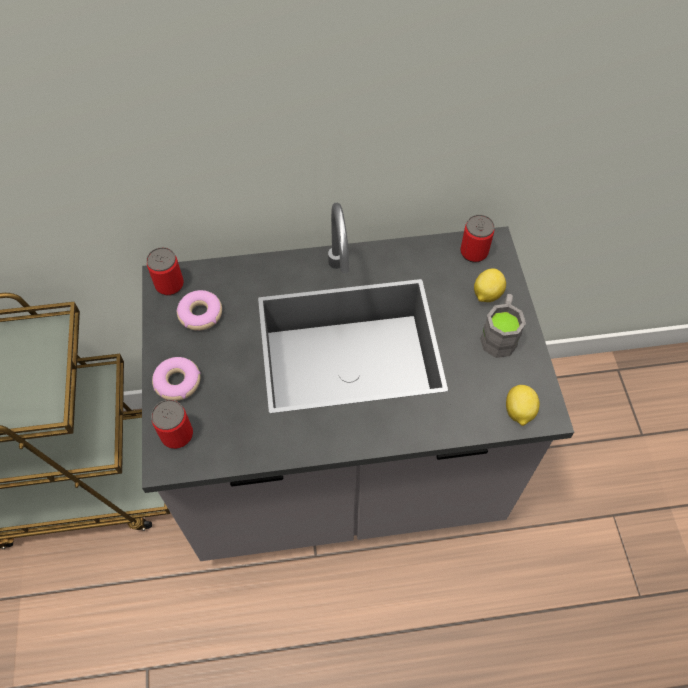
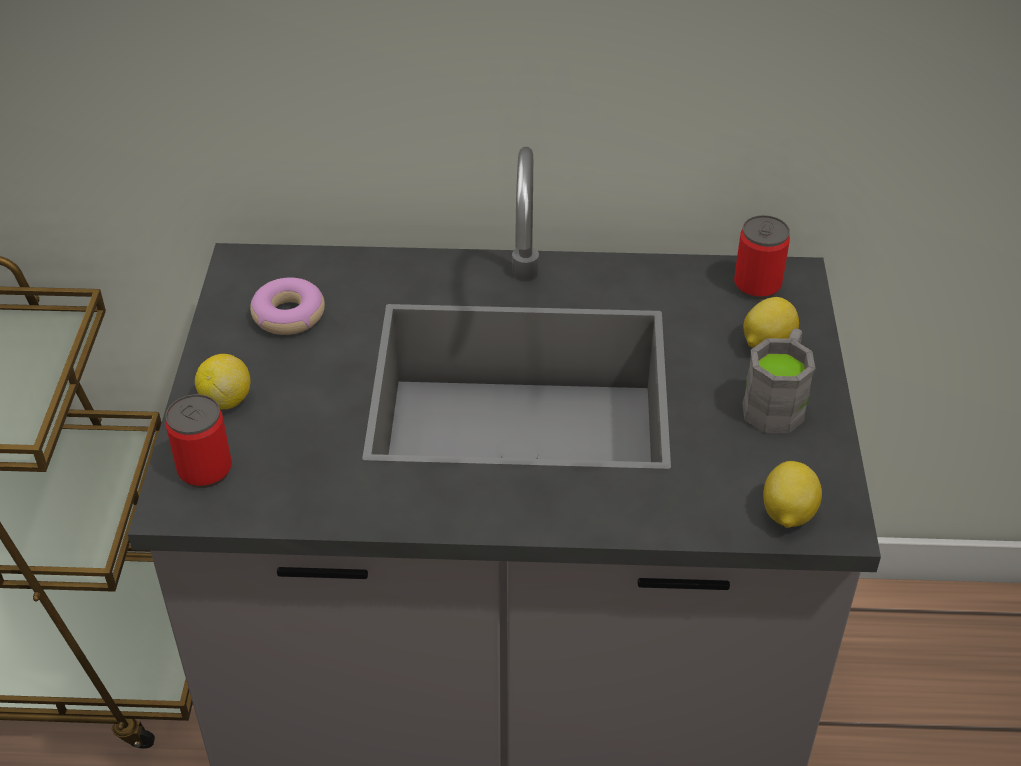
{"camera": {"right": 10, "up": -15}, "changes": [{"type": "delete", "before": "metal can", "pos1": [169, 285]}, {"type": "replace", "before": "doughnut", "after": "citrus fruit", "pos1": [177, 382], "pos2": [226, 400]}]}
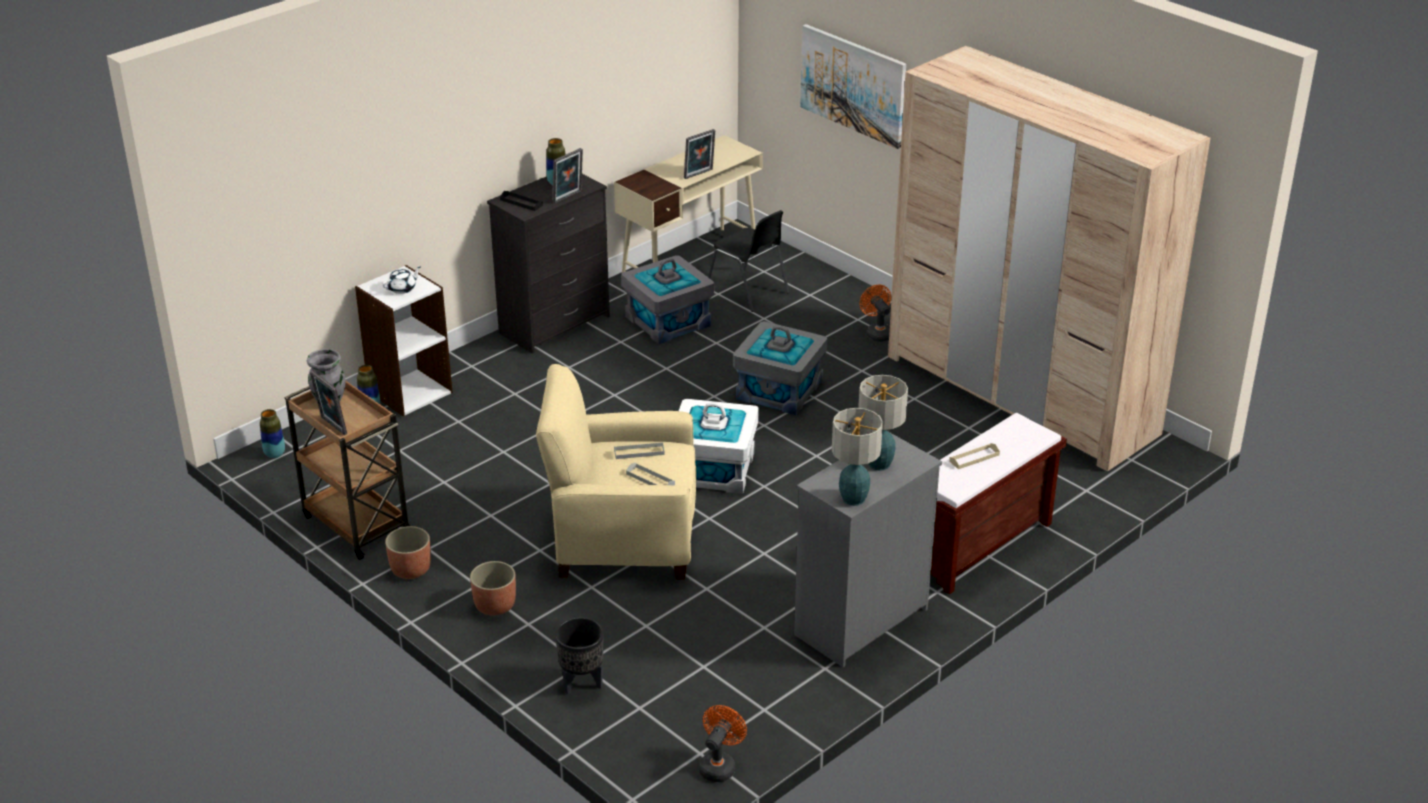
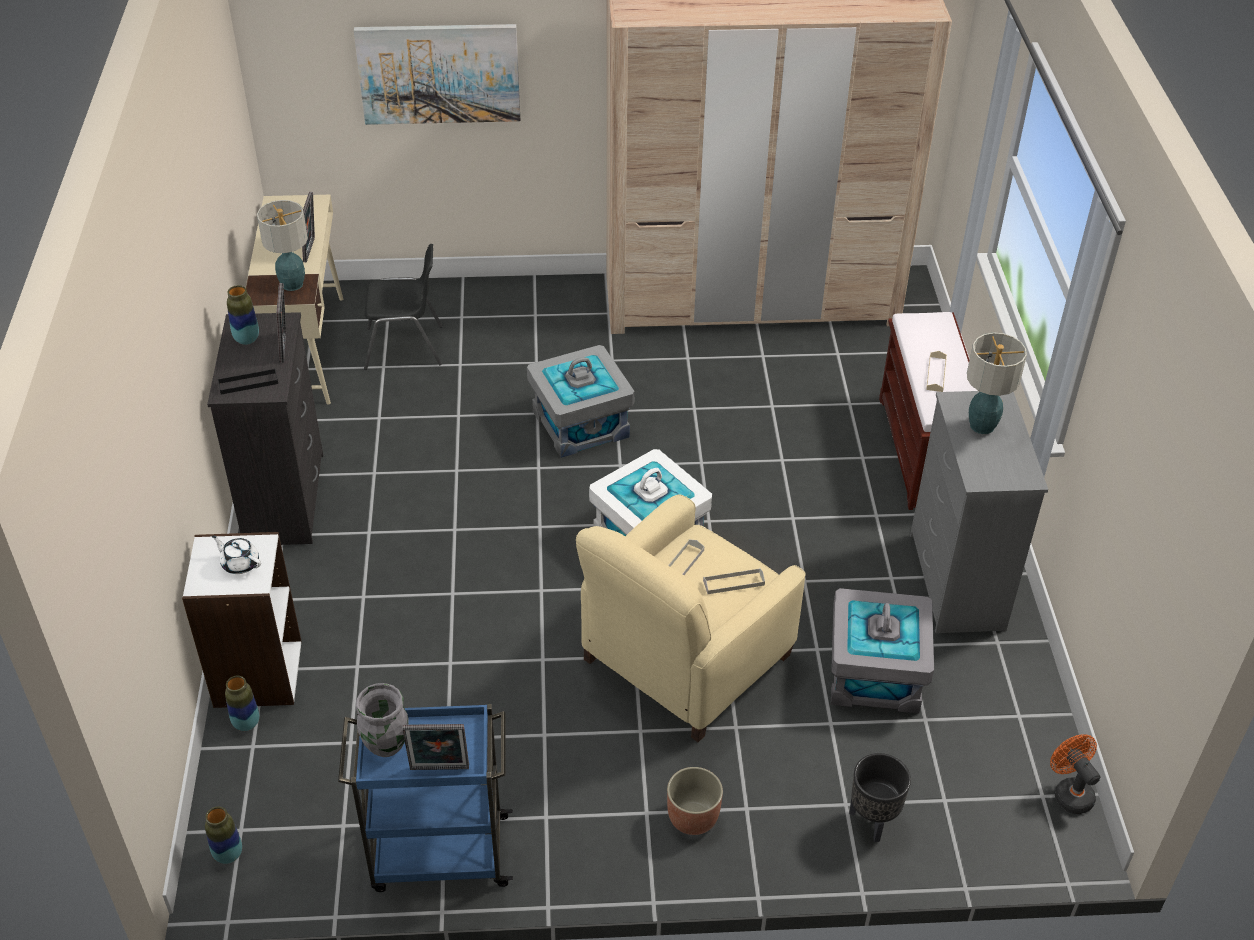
{"camera": {"right": -50, "up": 10}, "changes": [{"type": "move", "before": "storage bin/grey", "pos1": [667, 321], "pos2": [874, 674]}, {"type": "rotate", "before": "teapot/white-coloured", "pos1": [402, 288], "pos2": [240, 563], "turn": -60}, {"type": "delete", "before": "fan/orange-coloured", "pos1": [877, 333]}, {"type": "recolor", "before": "trolley/brown", "after": "trolley/blue-coloured", "pos1": [355, 523], "pos2": [437, 853]}, {"type": "move", "before": "table lamp", "pos1": [853, 499], "pos2": [292, 285]}, {"type": "delete", "before": "plant pot", "pos1": [410, 569]}]}
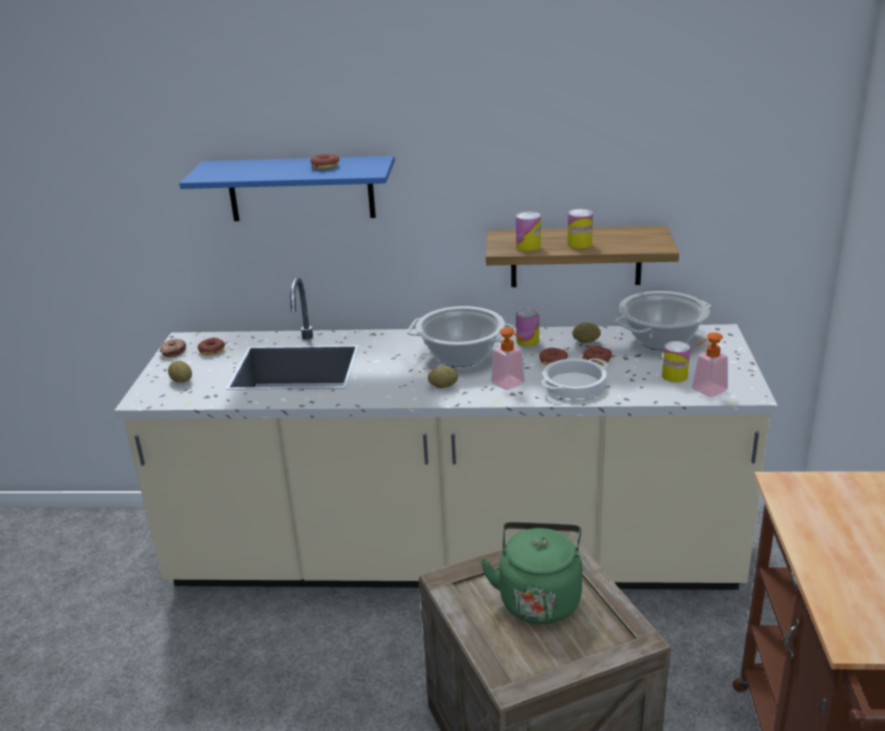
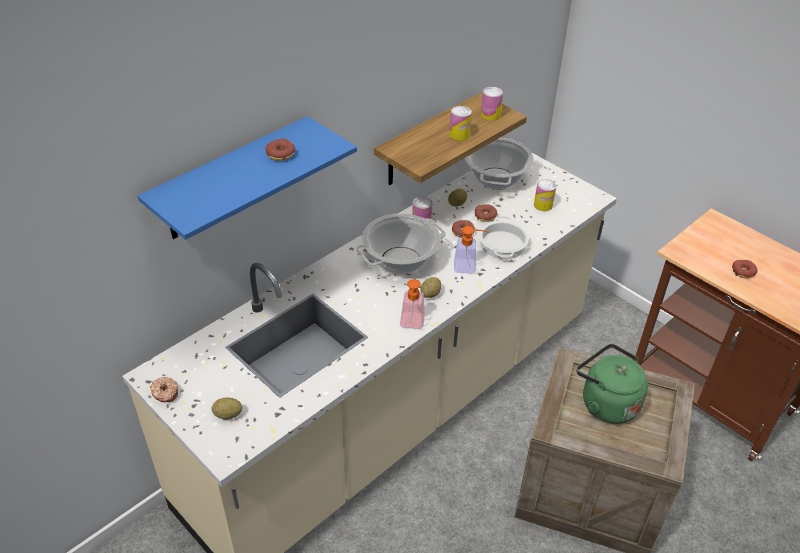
{"camera": {"right": -50, "up": 15}, "changes": [{"type": "move", "before": "metal can", "pos1": [528, 246], "pos2": [490, 115]}, {"type": "move", "before": "liquid soap bottle", "pos1": [705, 392], "pos2": [411, 325]}, {"type": "move", "before": "doughnut", "pos1": [212, 351], "pos2": [743, 272]}]}
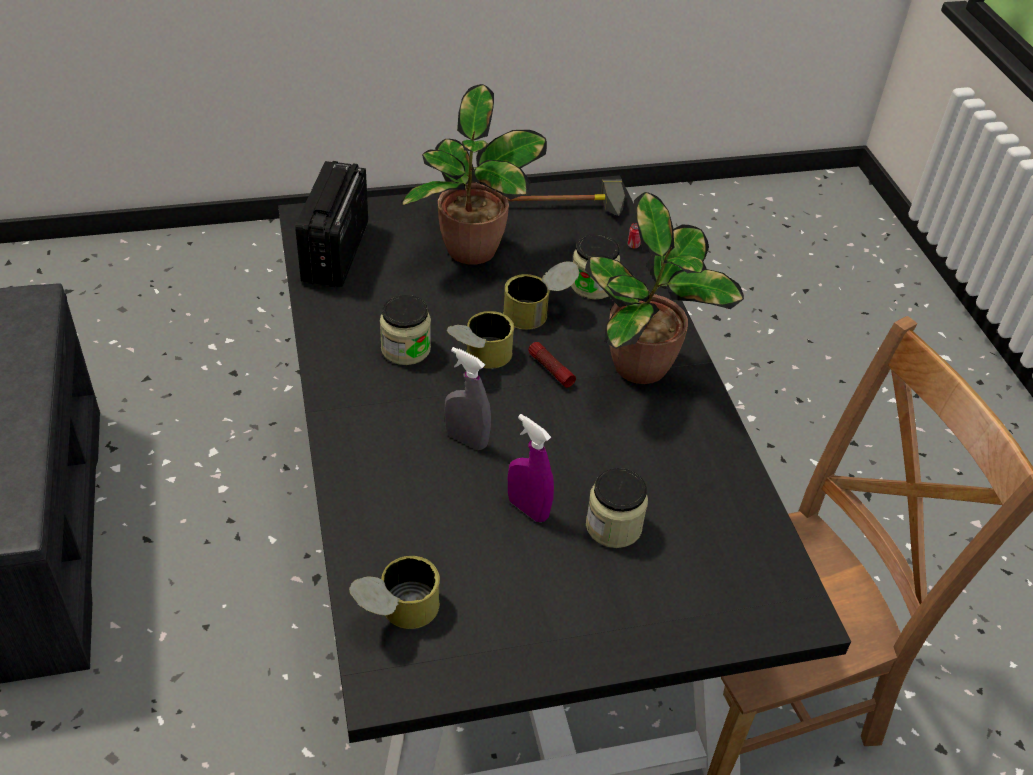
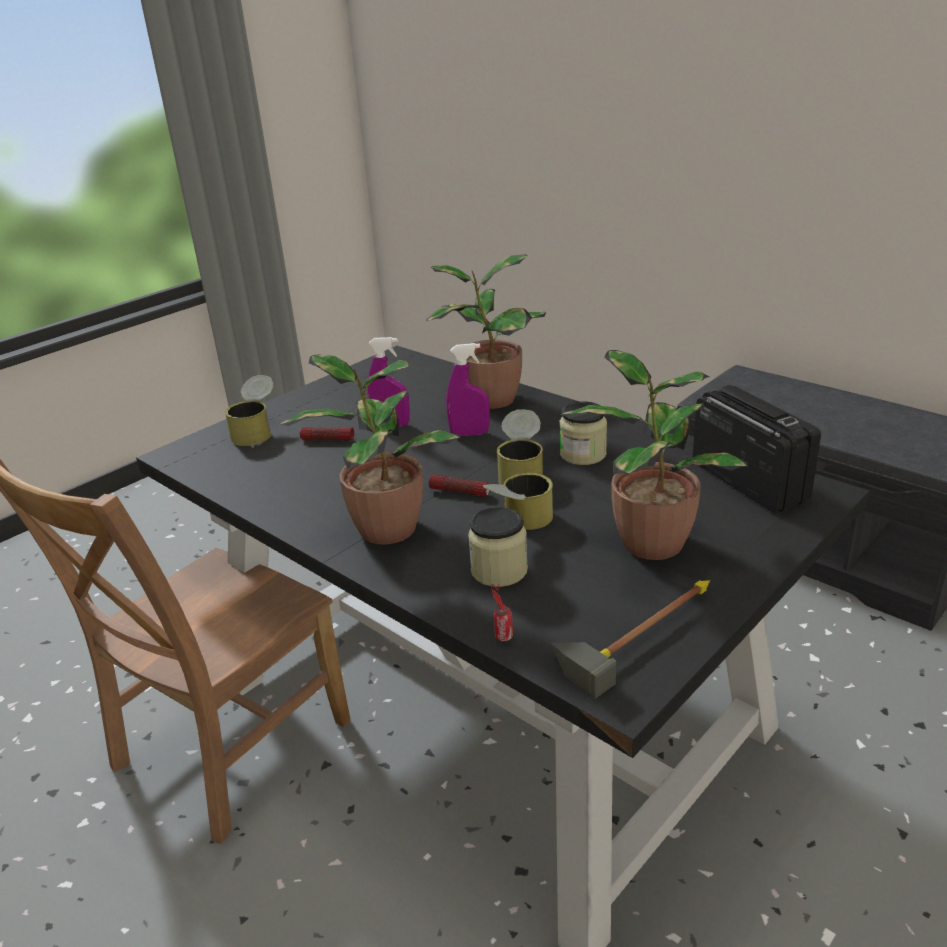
{"camera": {"right": 150, "up": -15}, "changes": [{"type": "recolor", "before": "spray bottle/grey", "after": "spray bottle/purple-coloured", "pos1": [466, 440], "pos2": [469, 434]}, {"type": "replace", "before": "jar", "after": "flashlight", "pos1": [613, 526], "pos2": [327, 440]}, {"type": "move", "before": "metal can", "pos1": [396, 614], "pos2": [256, 431]}, {"type": "insert", "after": "potted plant", "pos2": [489, 399]}]}
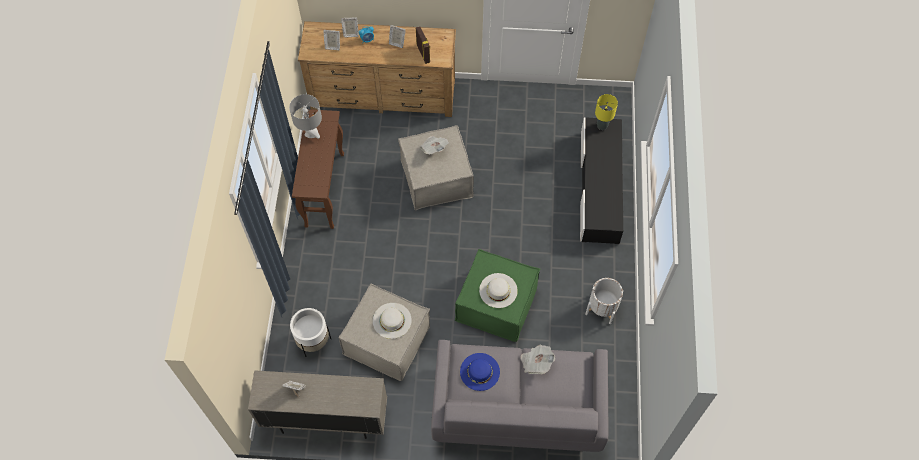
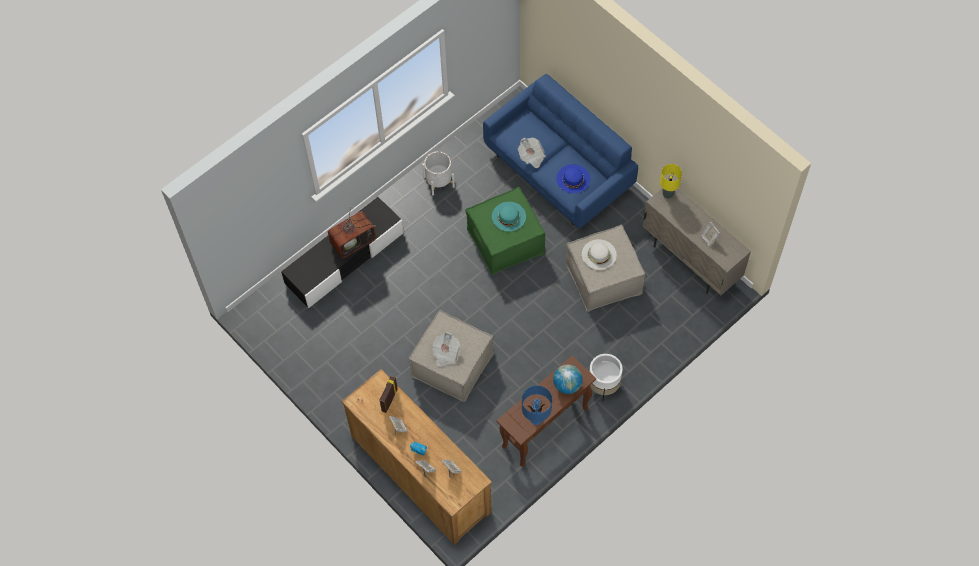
{"camera": {"right": -135, "up": 0}, "changes": [{"type": "recolor", "before": "table lamp/grey", "after": "table lamp/blue-coloured", "pos1": [310, 133], "pos2": [536, 419]}, {"type": "move", "before": "table lamp/yellow-coloured", "pos1": [602, 126], "pos2": [667, 194]}, {"type": "recolor", "before": "wearable hat/white-coloured", "after": "wearable hat/blue-green", "pos1": [498, 290], "pos2": [508, 216]}, {"type": "move", "before": "plant pot/white-coloured", "pos1": [313, 341], "pos2": [603, 386]}, {"type": "recolor", "before": "couch/grey", "after": "couch/blue-coloured", "pos1": [517, 406], "pos2": [558, 171]}, {"type": "insert", "after": "TV set", "pos2": [354, 240]}, {"type": "insert", "after": "world globe", "pos2": [567, 385]}]}
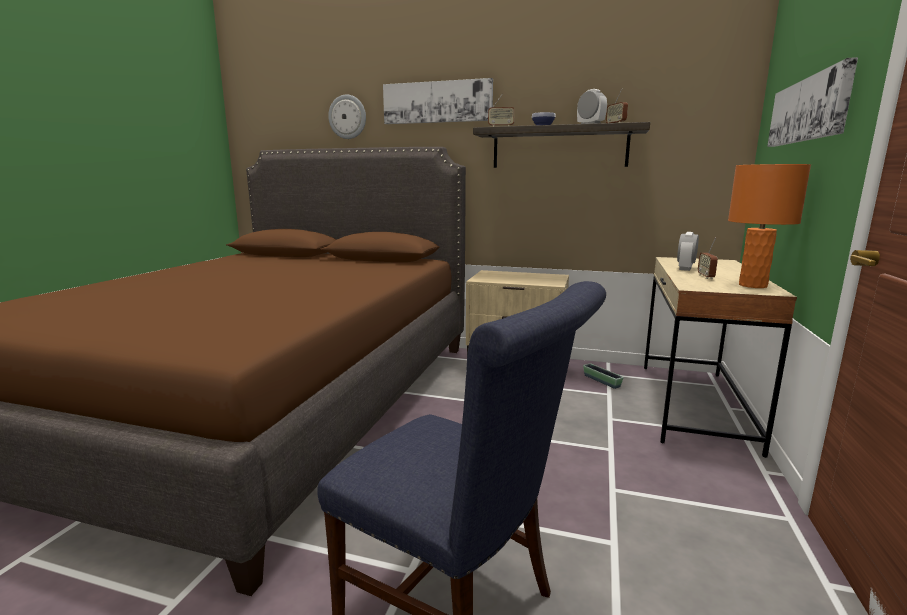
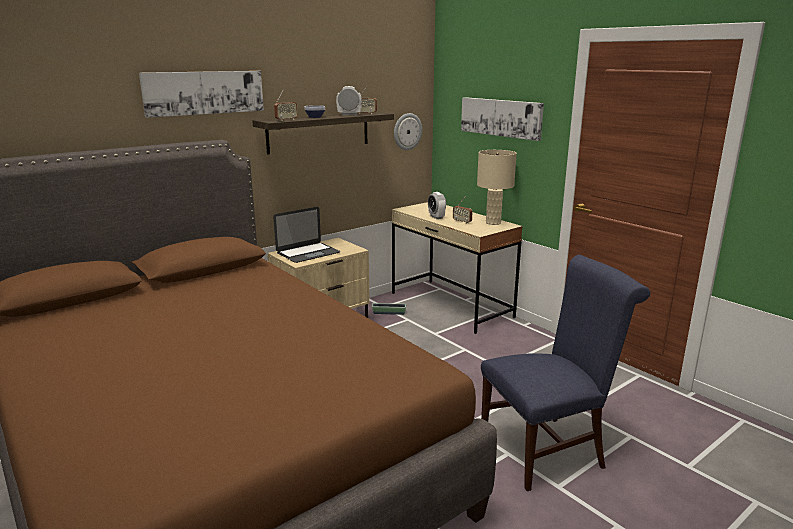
{"camera": {"right": -55, "up": 5}, "changes": [{"type": "move", "before": "clock on the wall", "pos1": [347, 117], "pos2": [407, 131]}, {"type": "recolor", "before": "table lamp/orange-coloured", "after": "table lamp/beige-coloured", "pos1": [752, 285], "pos2": [493, 222]}, {"type": "insert", "after": "laptop", "pos2": [308, 252]}]}
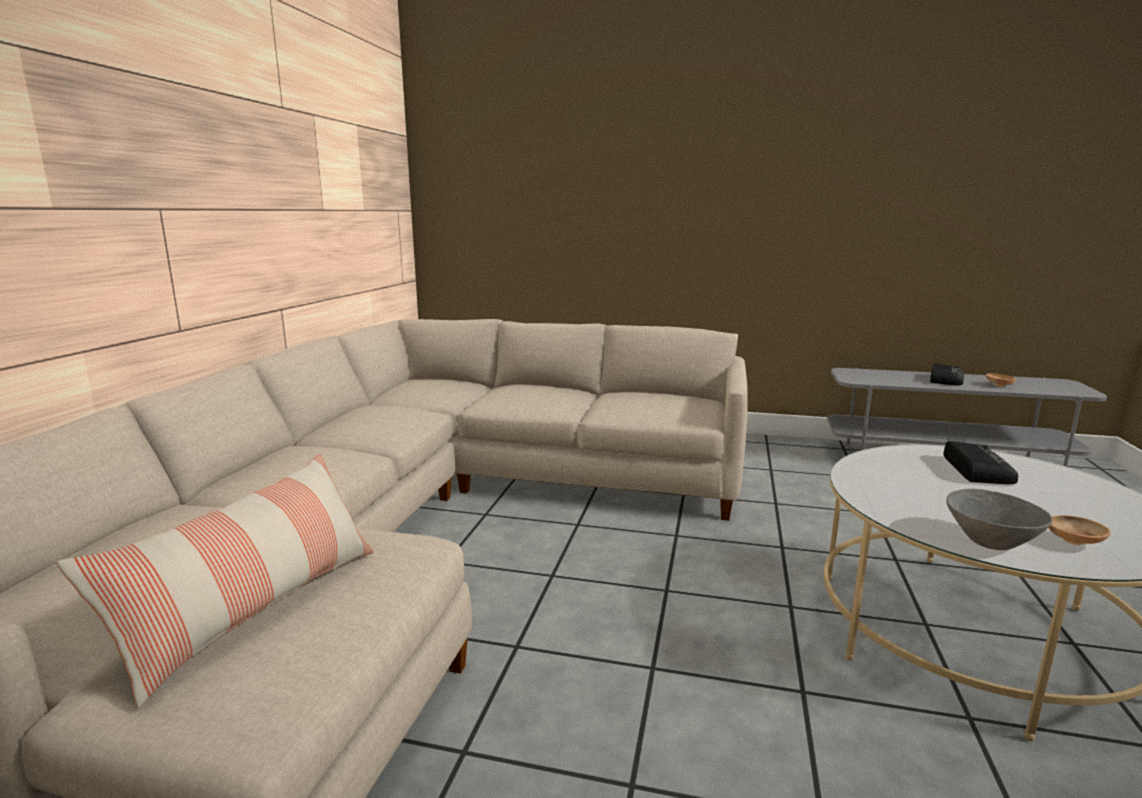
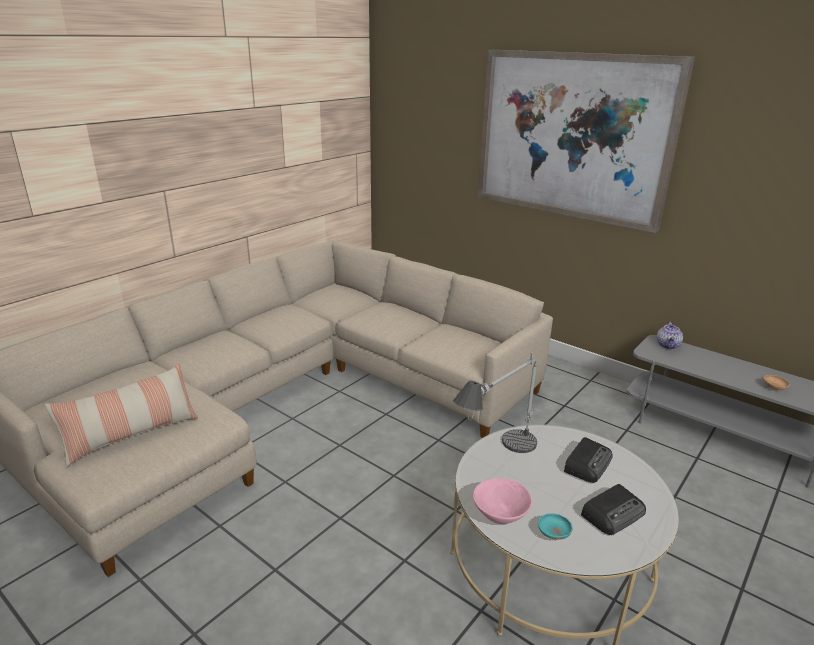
{"camera": {"right": 25, "up": 10}, "changes": [{"type": "move", "before": "radio receiver", "pos1": [945, 379], "pos2": [613, 513]}, {"type": "recolor", "before": "bowl/grey", "after": "bowl/pinkish", "pos1": [990, 541], "pos2": [501, 515]}, {"type": "recolor", "before": "bowl/brown", "after": "bowl/blue-green", "pos1": [1074, 542], "pos2": [553, 533]}, {"type": "insert", "after": "wall art", "pos2": [572, 136]}, {"type": "insert", "after": "teapot", "pos2": [668, 345]}, {"type": "insert", "after": "table lamp", "pos2": [496, 458]}]}
